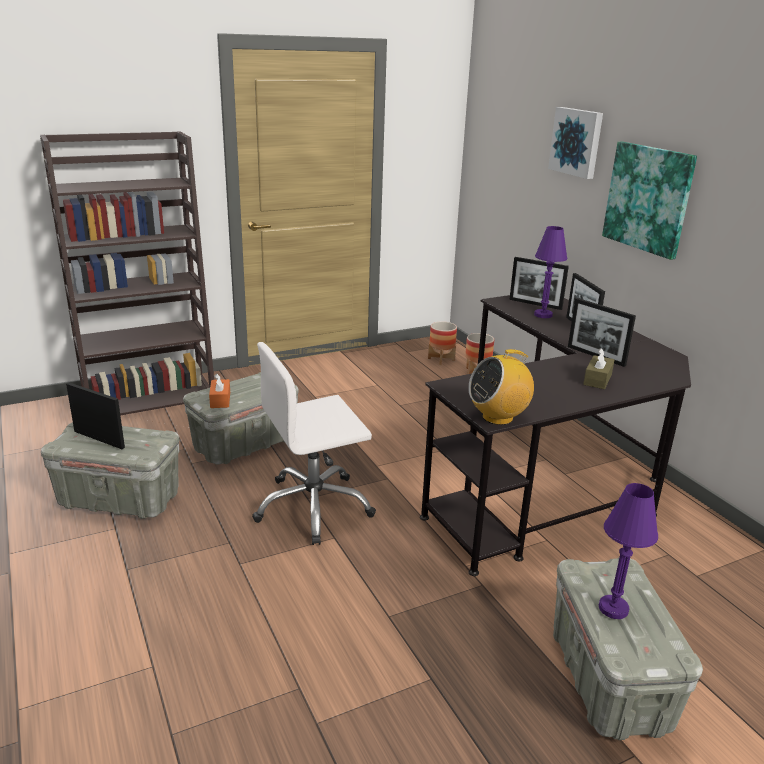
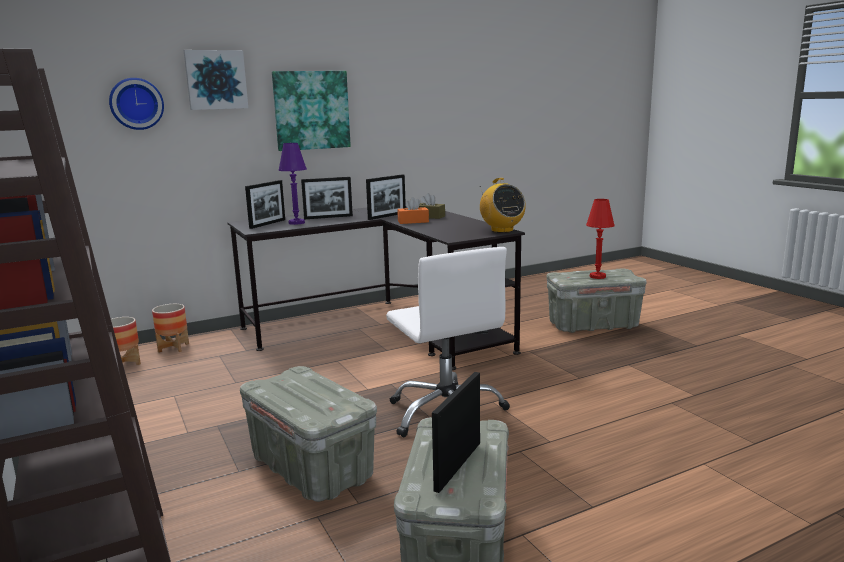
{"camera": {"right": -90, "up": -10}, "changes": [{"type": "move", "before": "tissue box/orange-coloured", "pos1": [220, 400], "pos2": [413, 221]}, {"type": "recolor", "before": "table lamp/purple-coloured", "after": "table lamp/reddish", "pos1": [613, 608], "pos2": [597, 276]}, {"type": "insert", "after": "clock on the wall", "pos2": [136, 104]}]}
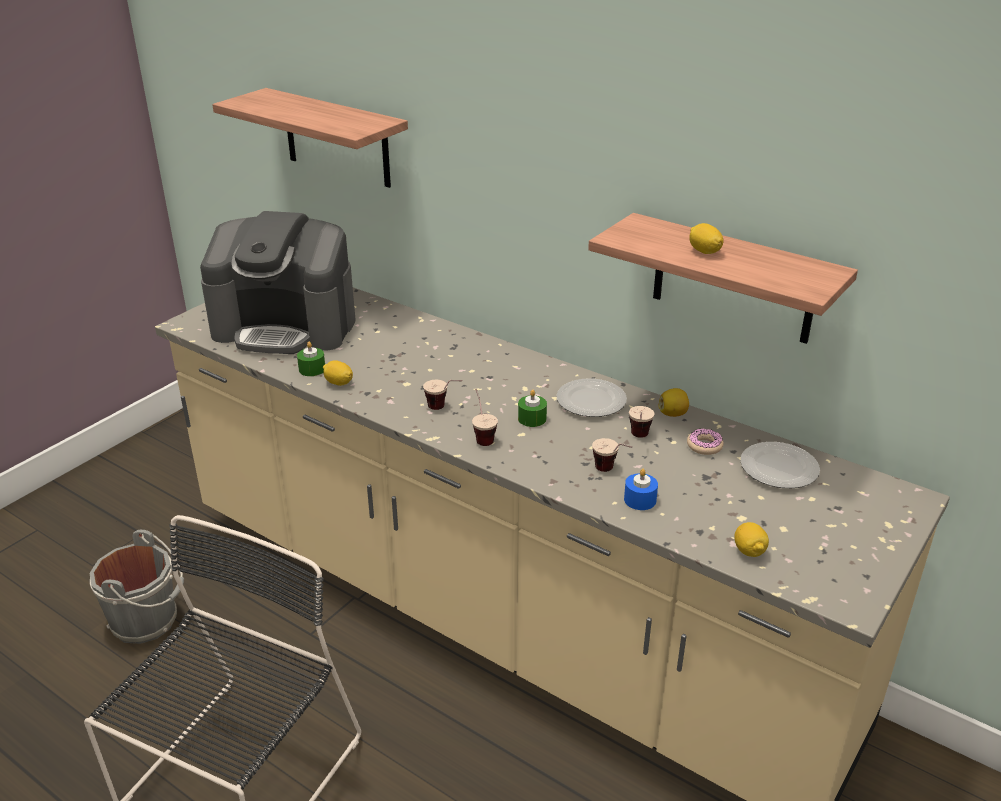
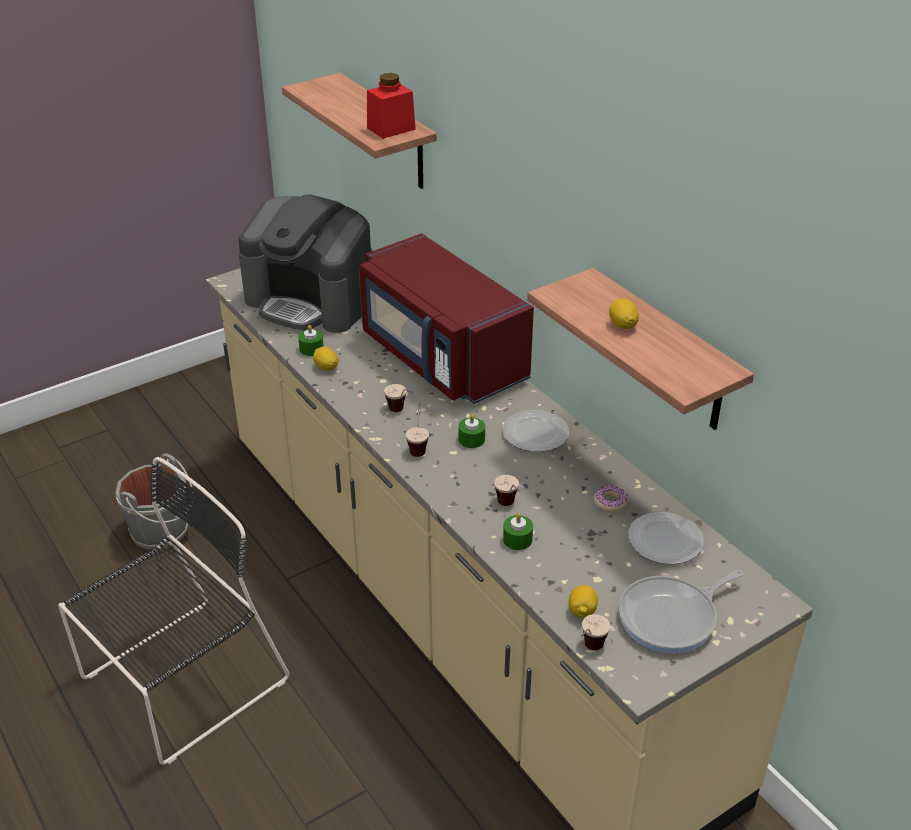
{"camera": {"right": 20, "up": 5}, "changes": [{"type": "delete", "before": "citrus fruit", "pos1": [673, 414]}, {"type": "move", "before": "small cup", "pos1": [639, 439], "pos2": [589, 651]}, {"type": "recolor", "before": "wax candle/blue-coloured", "after": "wax candle/green-coloured", "pos1": [640, 500], "pos2": [517, 539]}, {"type": "insert", "after": "jar/reddish", "pos2": [391, 128]}, {"type": "insert", "after": "kitchen microwave/reddish", "pos2": [441, 357]}, {"type": "insert", "after": "skillet", "pos2": [672, 617]}]}
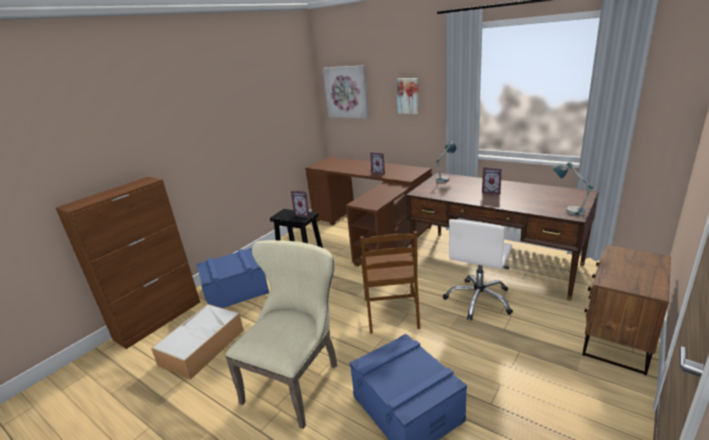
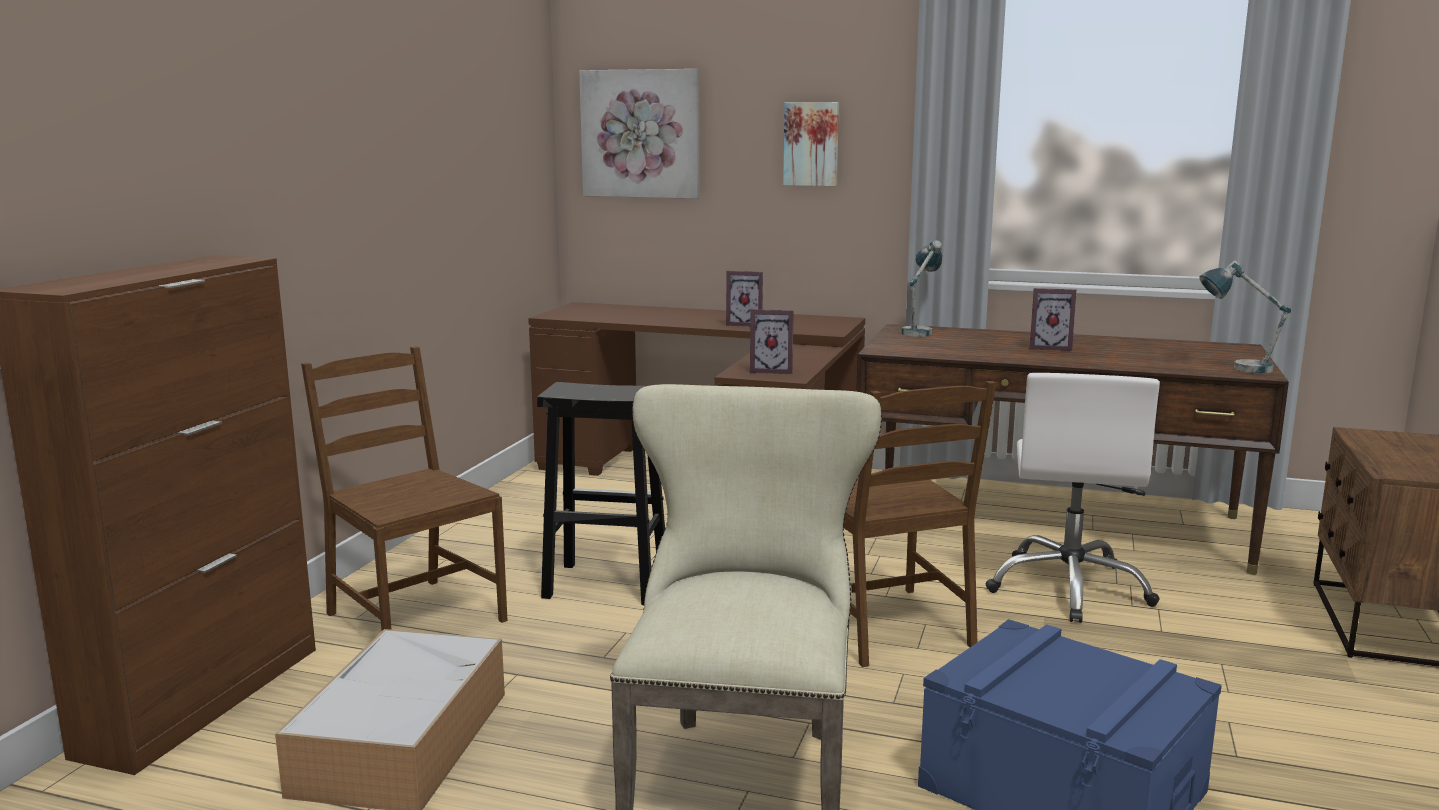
{"camera": {"right": -20, "up": -10}, "changes": [{"type": "move", "before": "photo frame", "pos1": [304, 214], "pos2": [772, 370]}, {"type": "replace", "before": "storage bin/blue-coloured", "after": "chair/brown", "pos1": [236, 290], "pos2": [413, 617]}]}
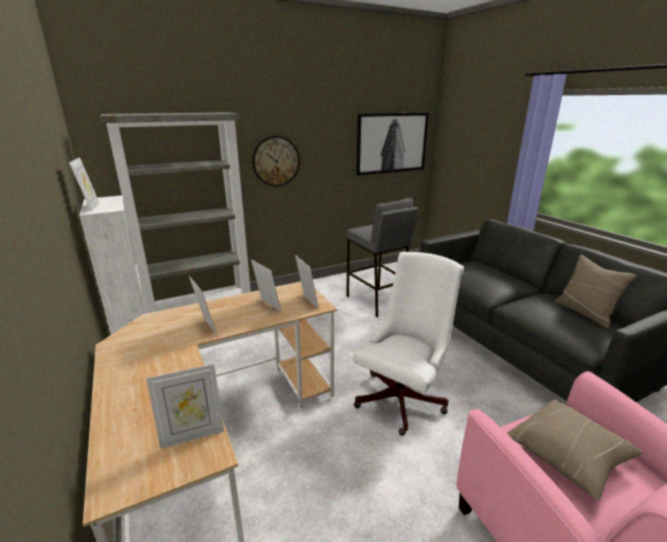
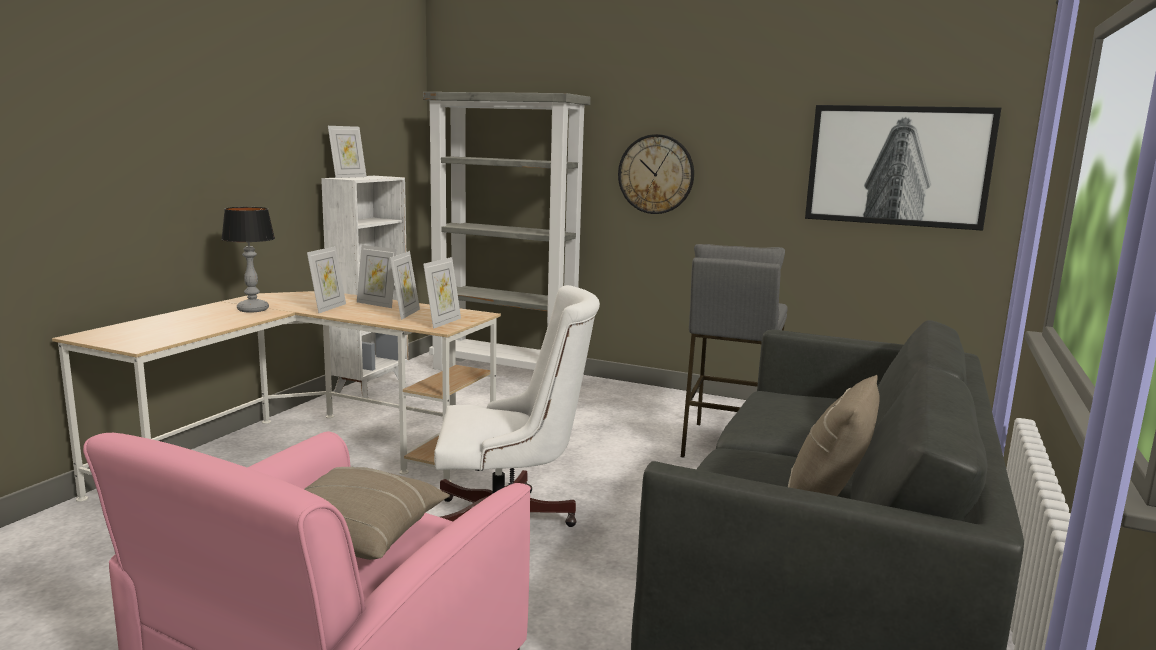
{"camera": {"right": 50, "up": -10}, "changes": [{"type": "move", "before": "photo frame", "pos1": [192, 435], "pos2": [377, 304]}, {"type": "insert", "after": "table lamp", "pos2": [253, 309]}]}
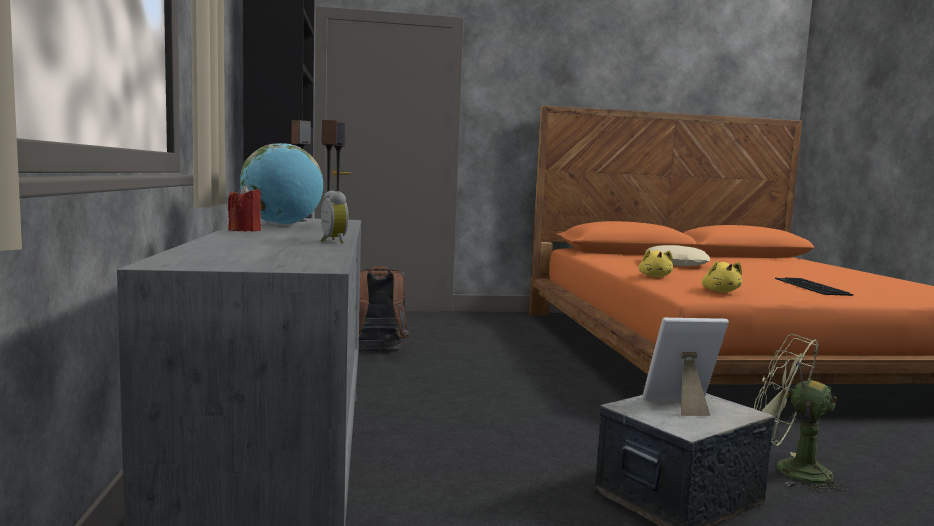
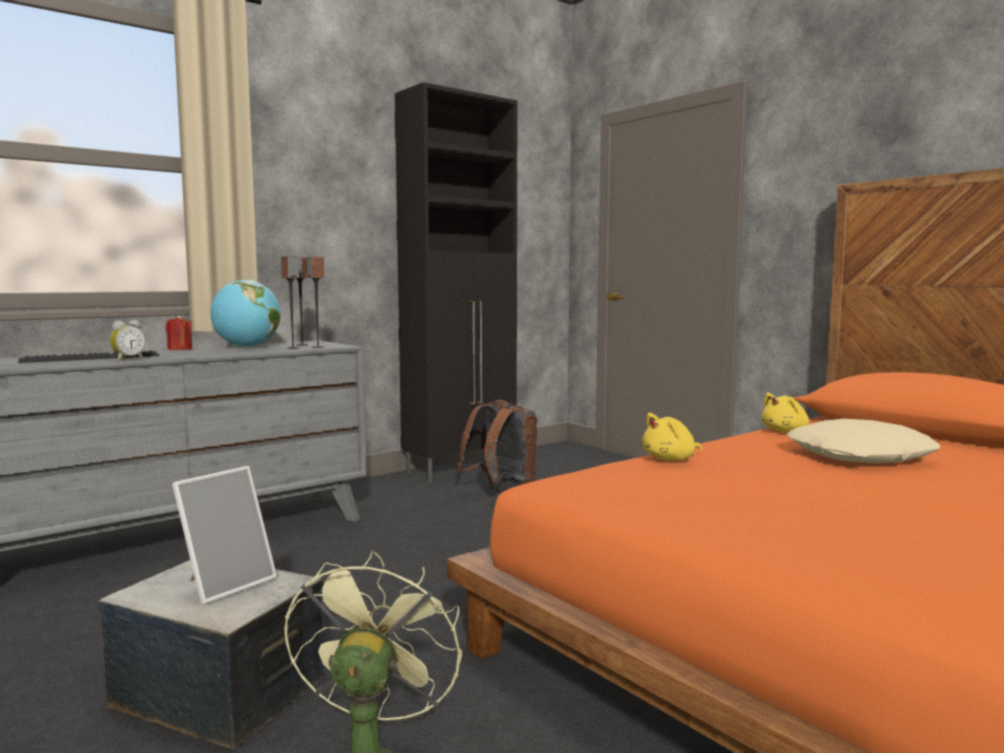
{"camera": {"right": 60, "up": 0}, "changes": [{"type": "move", "before": "soft toy/yellow-coloured", "pos1": [720, 291], "pos2": [786, 431]}, {"type": "move", "before": "computer keyboard", "pos1": [809, 286], "pos2": [92, 357]}, {"type": "rotate", "before": "photo frame", "pos1": [681, 405], "pos2": [226, 584], "turn": 75}]}
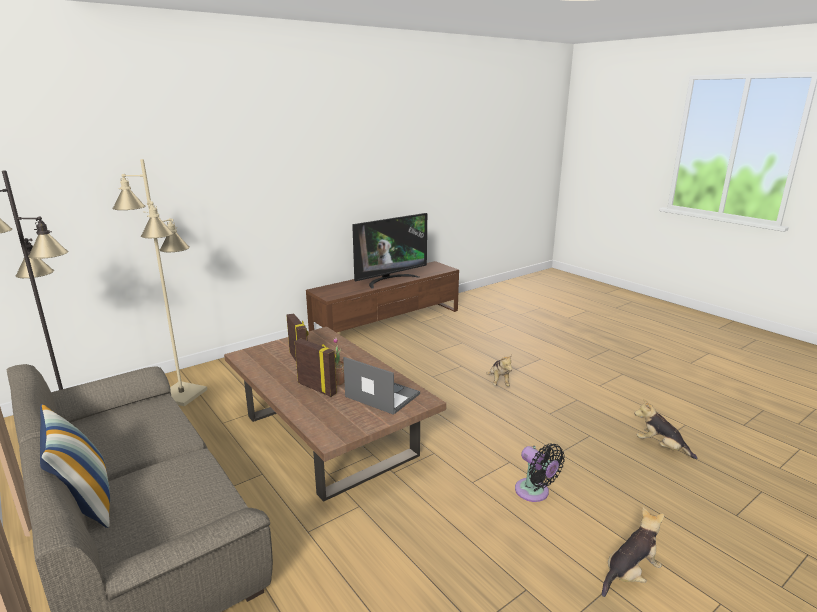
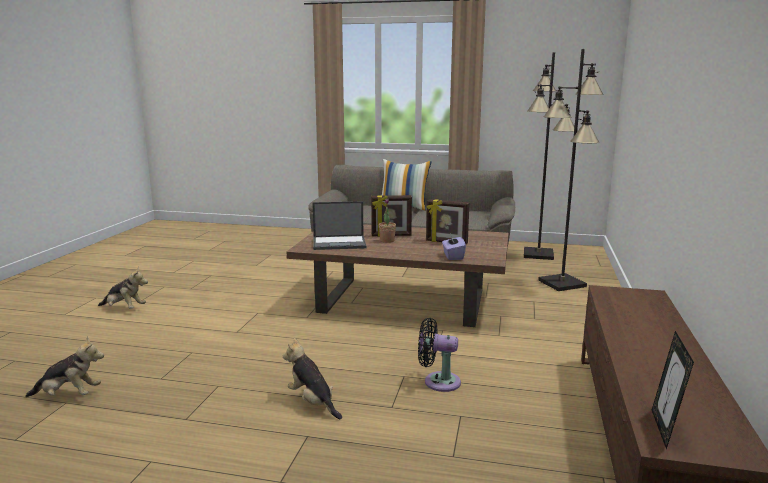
{"camera": {"right": 140, "up": -5}, "changes": [{"type": "recolor", "before": "standard lamp/beige-coloured", "after": "standard lamp/black", "pos1": [182, 394], "pos2": [562, 283]}, {"type": "delete", "before": "TV set", "pos1": [390, 280]}, {"type": "move", "before": "fan/black", "pos1": [534, 492], "pos2": [438, 381]}, {"type": "rotate", "before": "soft toy", "pos1": [630, 574], "pos2": [124, 308], "turn": -90}, {"type": "insert", "after": "tissue box/purple-coloured", "pos2": [453, 256]}, {"type": "insert", "after": "photo frame", "pos2": [664, 429]}]}
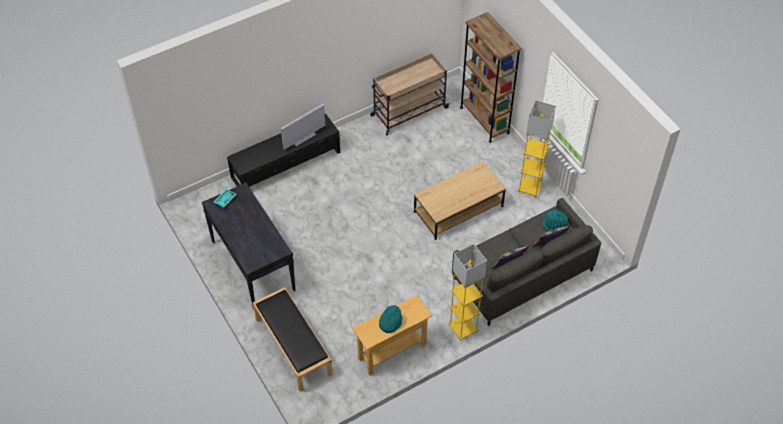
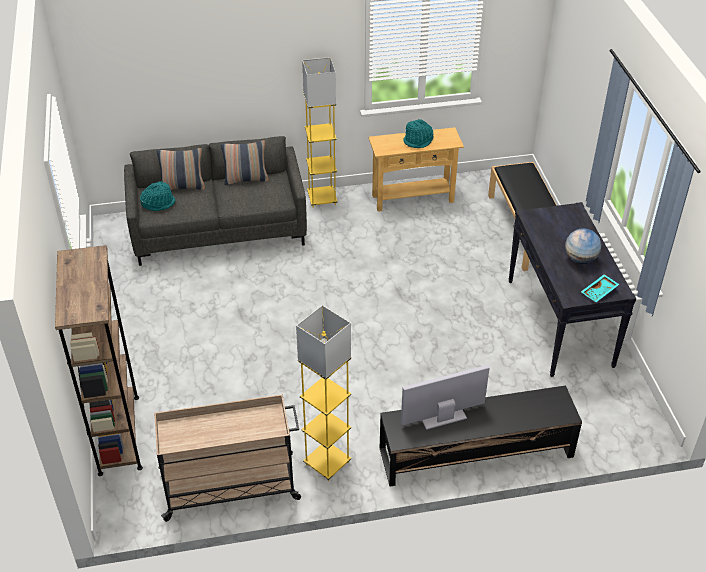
{"camera": {"right": -160, "up": -10}, "changes": [{"type": "move", "before": "standard lamp/yellow-coloured", "pos1": [529, 188], "pos2": [327, 463]}, {"type": "delete", "before": "low table/brown", "pos1": [458, 209]}, {"type": "insert", "after": "world globe", "pos2": [580, 259]}]}
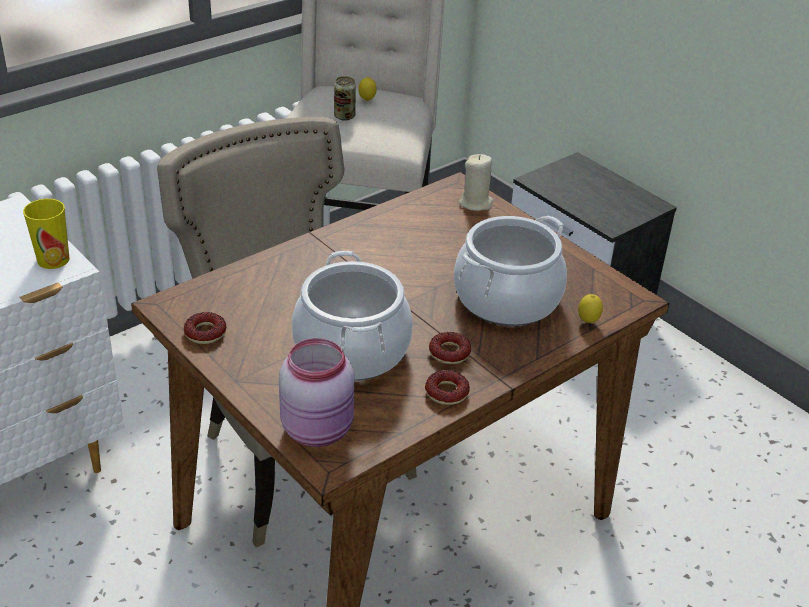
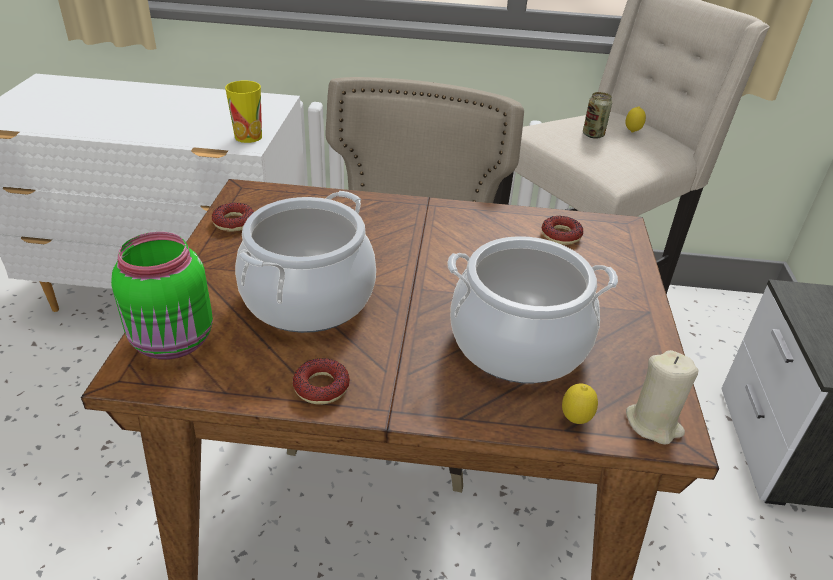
{"camera": {"right": 45, "up": 0}, "changes": [{"type": "move", "before": "wax candle/beige-coloured", "pos1": [476, 203], "pos2": [654, 423]}, {"type": "move", "before": "doughnut", "pos1": [449, 353], "pos2": [561, 235]}, {"type": "recolor", "before": "jar/pinkish", "after": "jar/green-coloured", "pos1": [319, 429], "pos2": [175, 342]}]}
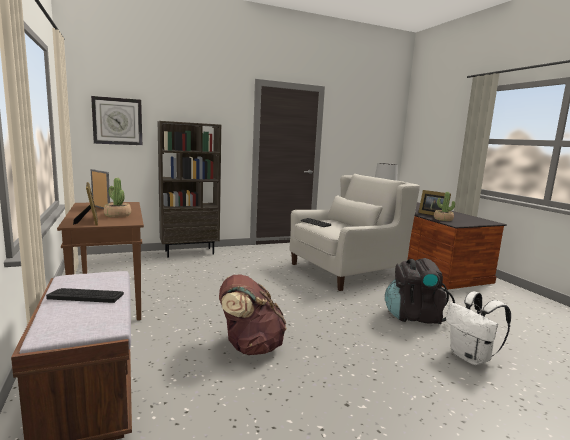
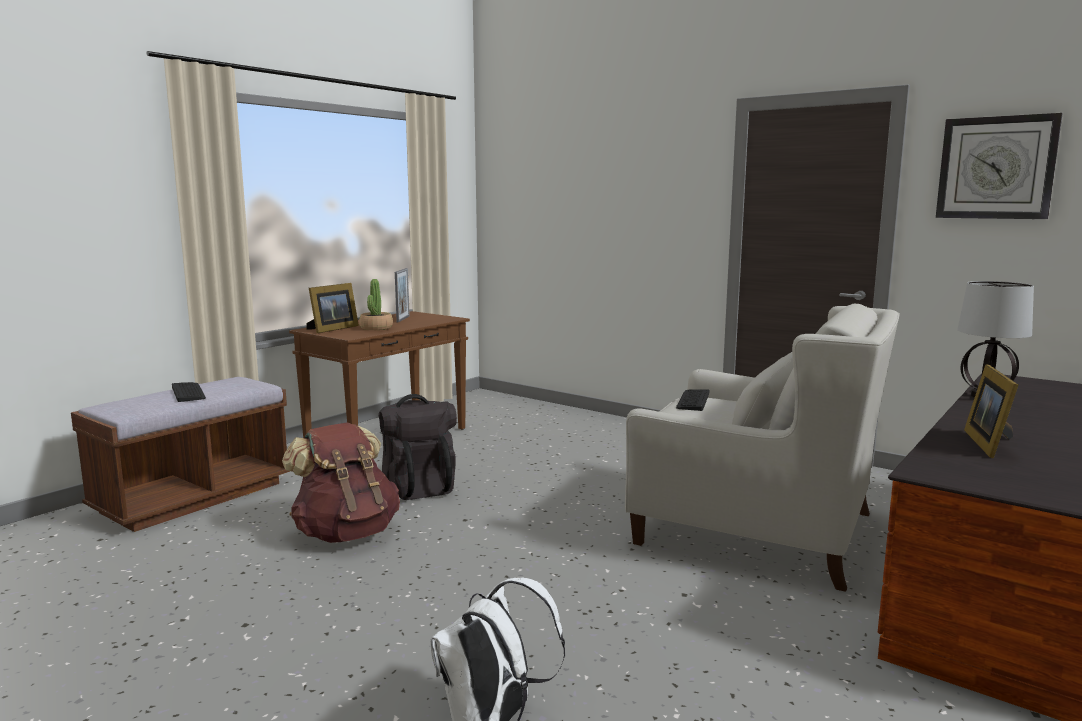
{"camera": {"right": 60, "up": 0}, "changes": [{"type": "move", "before": "clock on the wall", "pos1": [117, 121], "pos2": [996, 168]}, {"type": "delete", "before": "bookcase/brown", "pos1": [189, 252]}, {"type": "delete", "before": "potted plant", "pos1": [443, 219]}, {"type": "move", "before": "backpack/black", "pos1": [414, 316], "pos2": [418, 486]}]}
